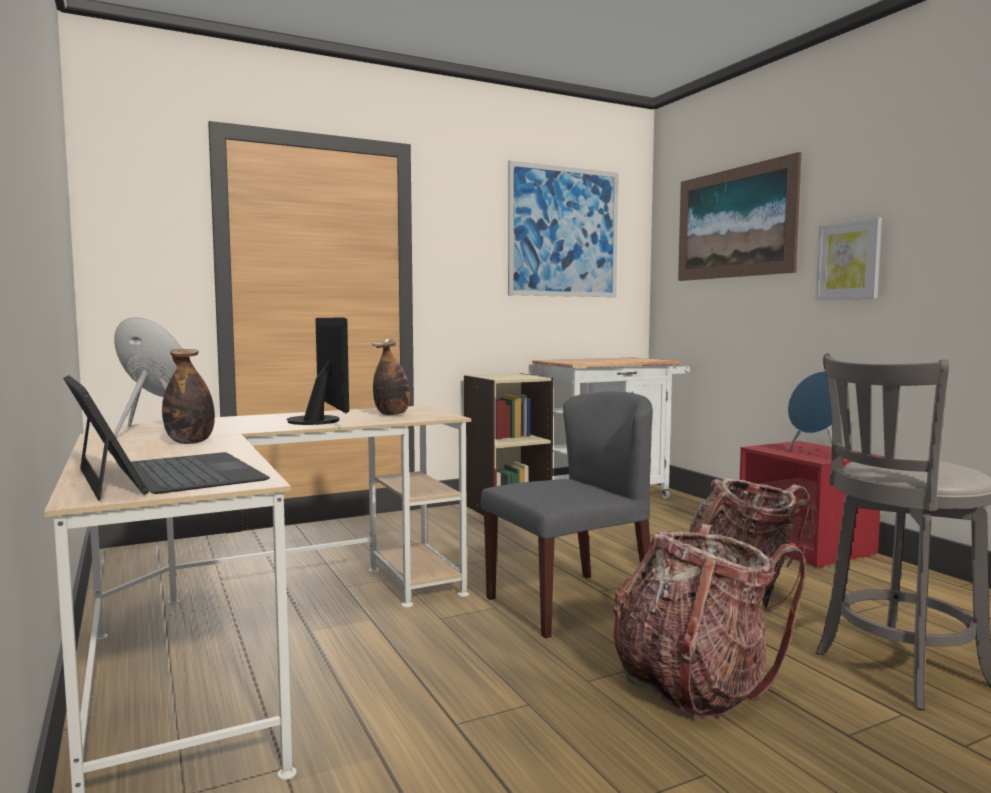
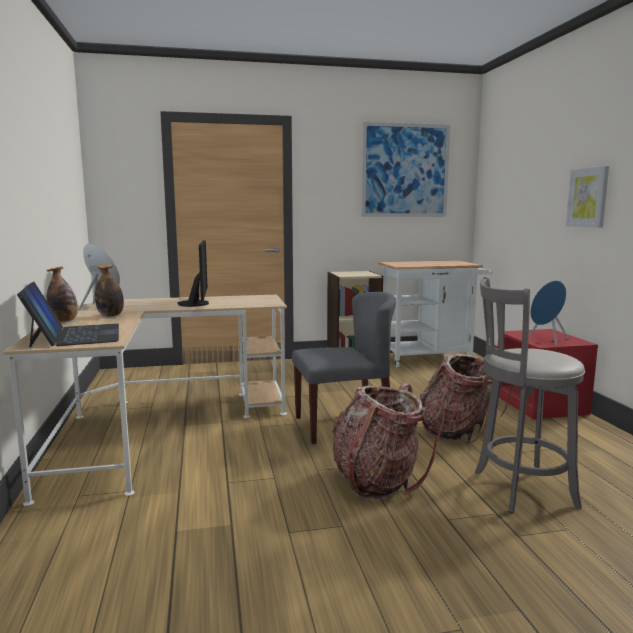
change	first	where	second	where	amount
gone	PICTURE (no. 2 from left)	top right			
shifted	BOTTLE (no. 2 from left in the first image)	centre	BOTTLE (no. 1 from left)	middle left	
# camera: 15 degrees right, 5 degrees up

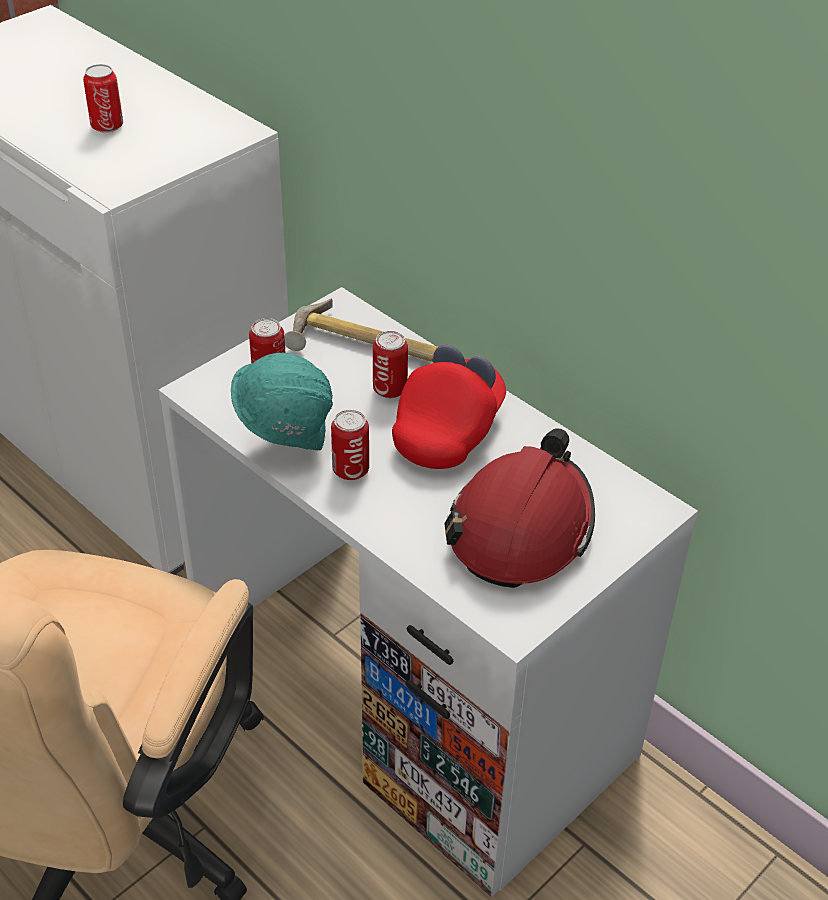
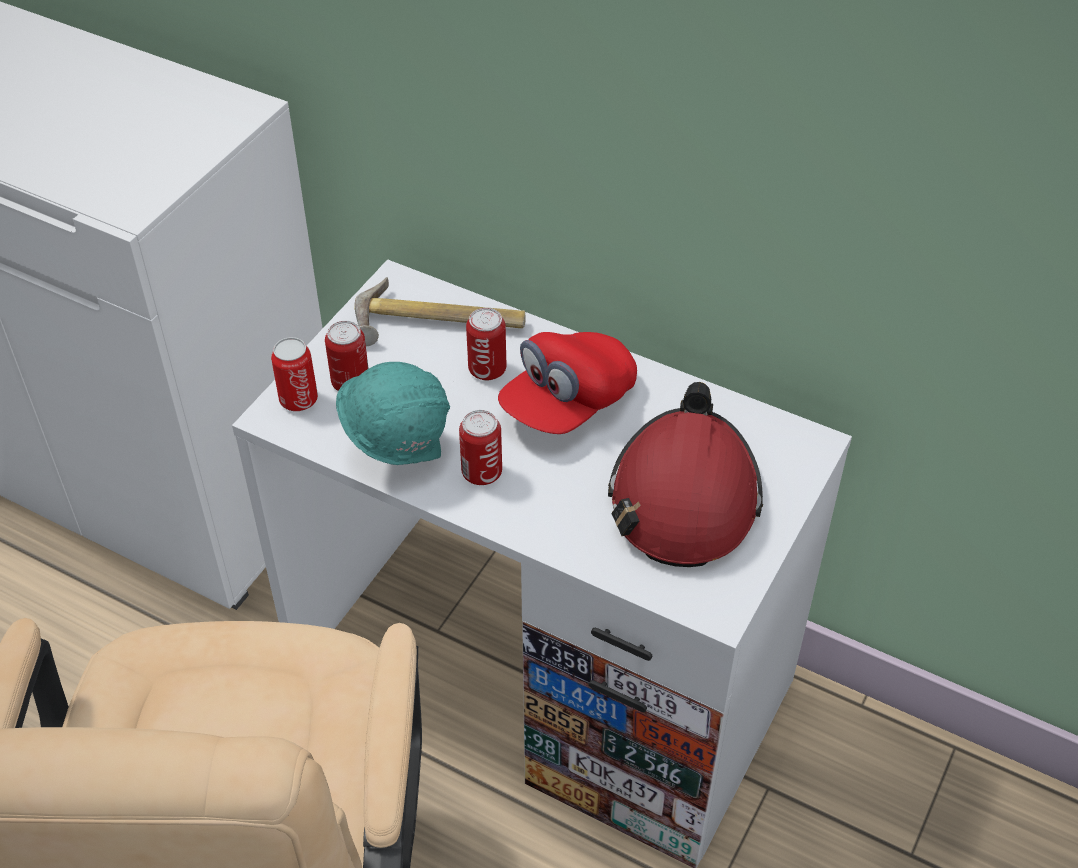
change	first	where	second	where	amount
shifted	CAN (no. 1 from left)	top left		middle left	
rotated	RED CAP	centre		centre	150 degrees counterclockwise
# camera: 15 degrees left, 5 degrees up

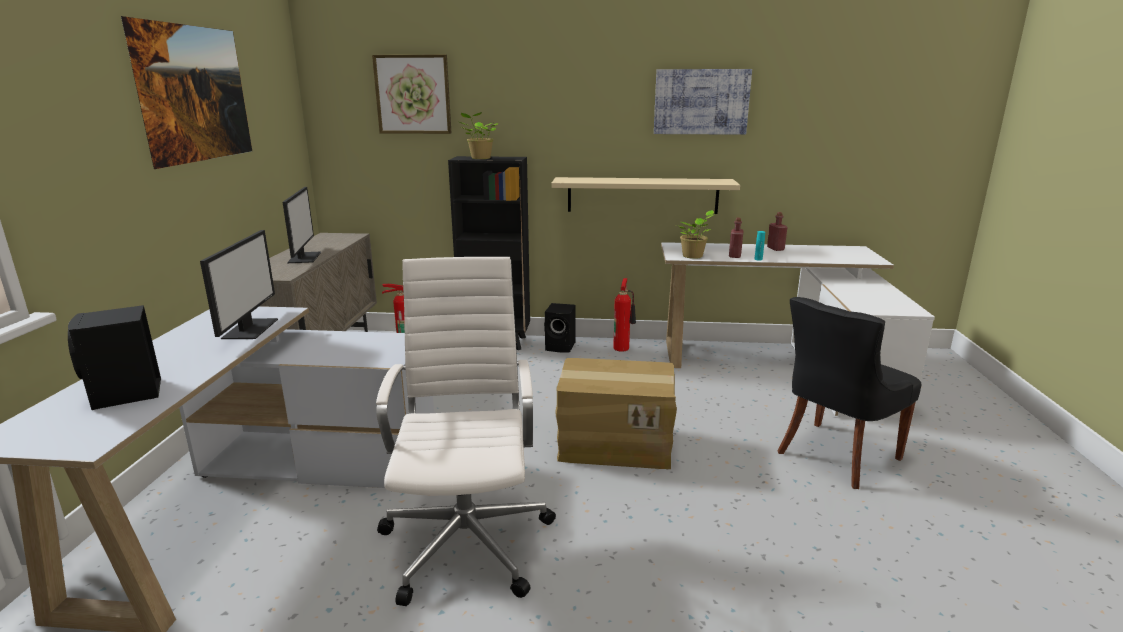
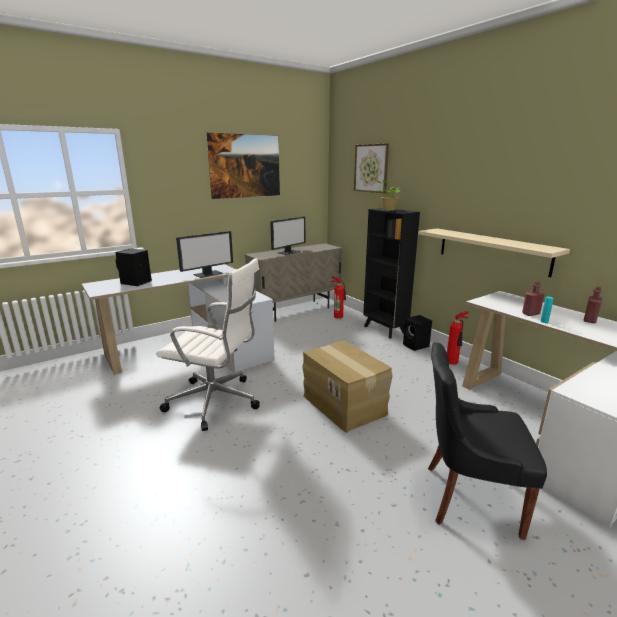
change	first	where	second	where	amount
gone	PICTURE (no. 3 from left)	top centre			
gone	POTTED PLANT (no. 2 from left)	centre			
rotated	WHITE OFFICE CHAIR	bottom centre		centre	60 degrees clockwise
# camera: 50 degrees right, 0 degrees up

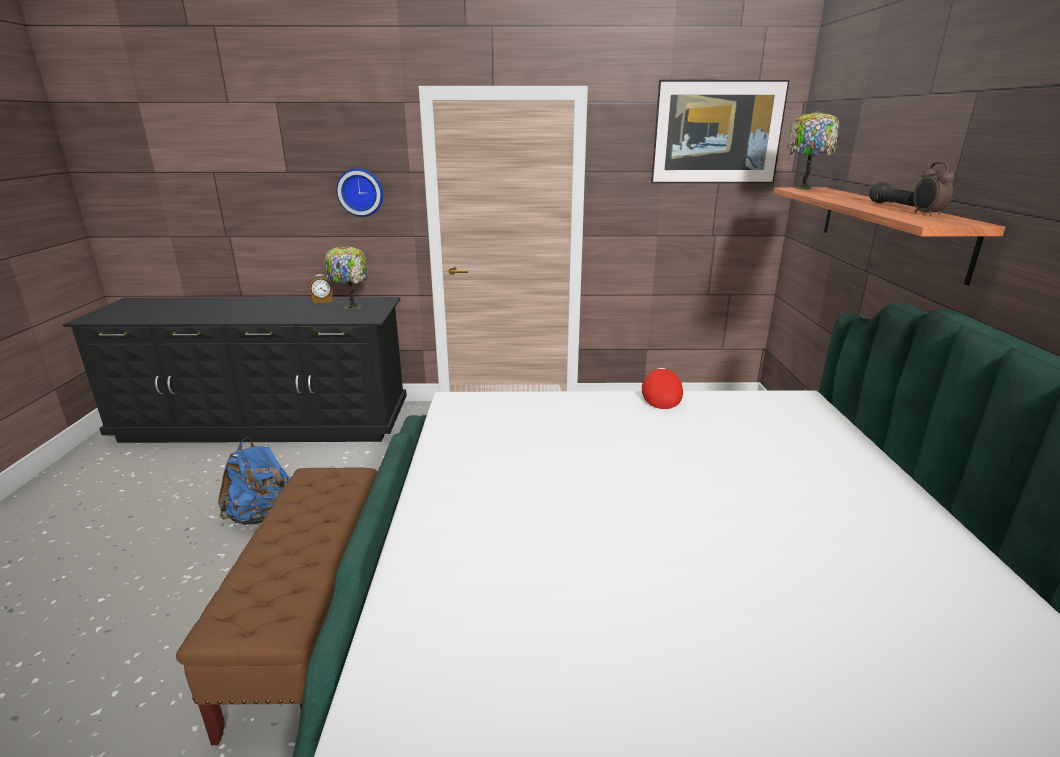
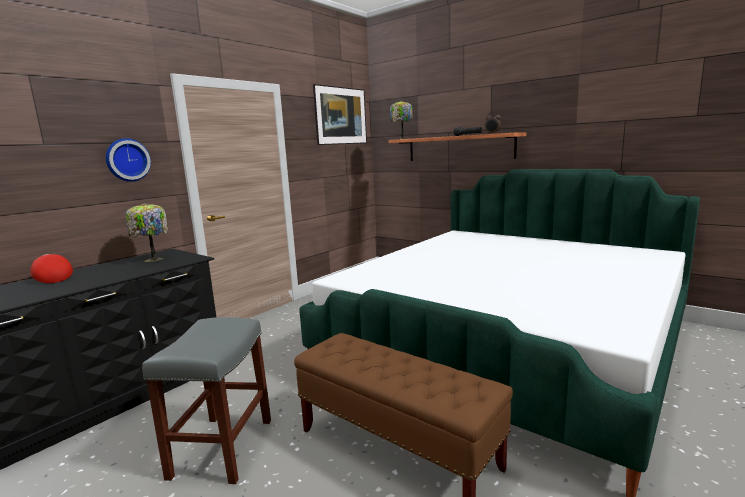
change	first	where	second	where	amount
gone	ALARM CLOCK (no. 1 from left)	middle left			
shifted	RED CAP	centre		middle left	
swapped	BLUE BACKPACK	middle left	GREY STOOL	bottom left	
# camera: 50 degrees left, 10 degrees down

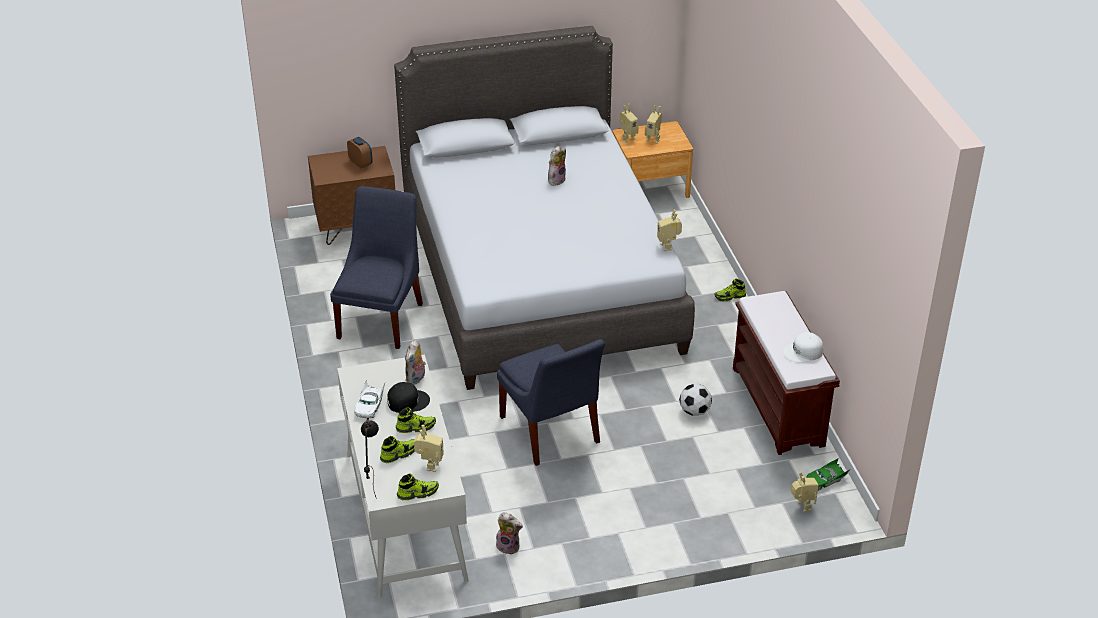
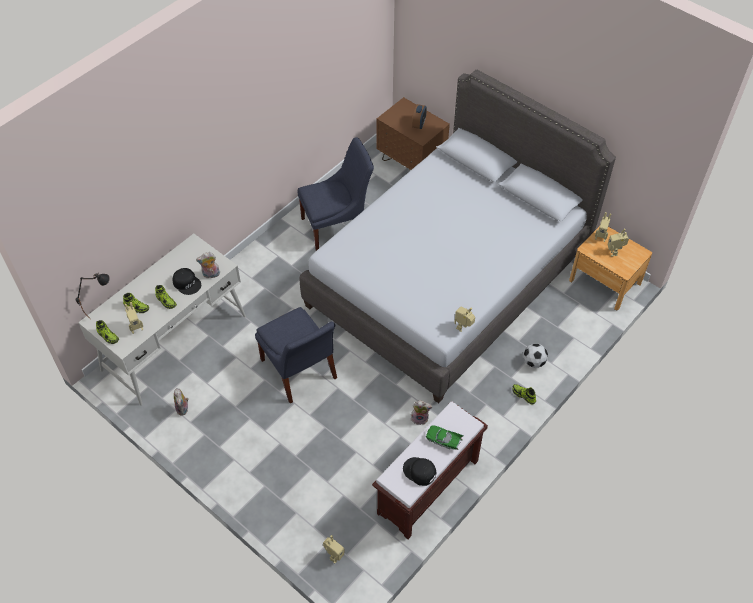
change	first	where	second	where	amount
shifted	PLUSH TOY (no. 3 from left)	top centre		bottom centre	
repainted	WHITE CAP	middle right	BLACK CAP (no. 2 from left)	bottom centre	
rotated	BLUE CHAIR (no. 2 from left in the first image)	centre	BLUE CHAIR (no. 1 from left)	centre	60 degrees counterclockwise
gone	WHITE TOY CAR	centre			
shifted	FOOTBALL	centre		middle right	
shifted	GREEN TOY CAR	bottom right		bottom centre	
# camera: 55 degrees right, 15 degrees up

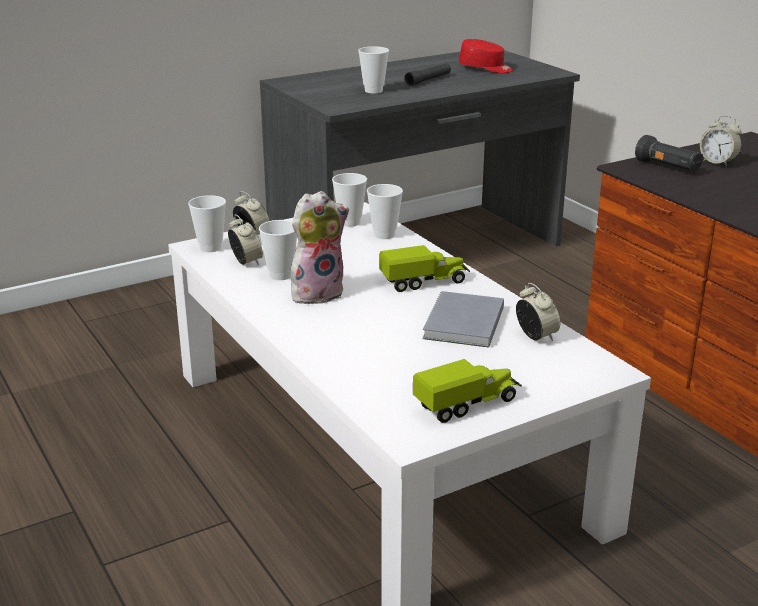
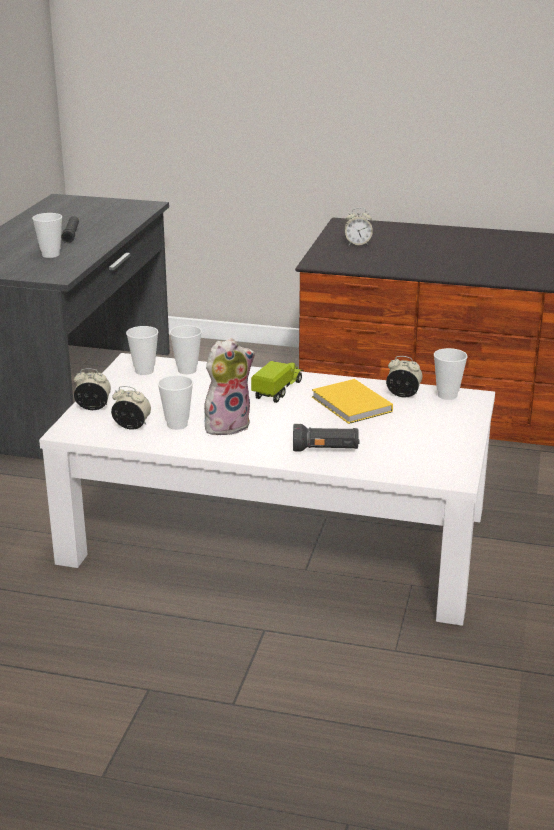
change	first	where	second	where	amount
gone	RED CAP	top centre			
shifted	BLACK FLASHLIGHT (no. 2 from left)	top right		centre	
rotated	PLUSH TOY	centre		centre	45 degrees clockwise
shifted	CUP (no. 1 from left in the first image)	middle left	CUP (no. 5 from left)	middle right	
repainted	GREY BOOK	centre	YELLOW BOOK	centre	
gone	TOY TRUCK (no. 2 from left)	centre			
# camera: 45 degrees left, 0 degrees up

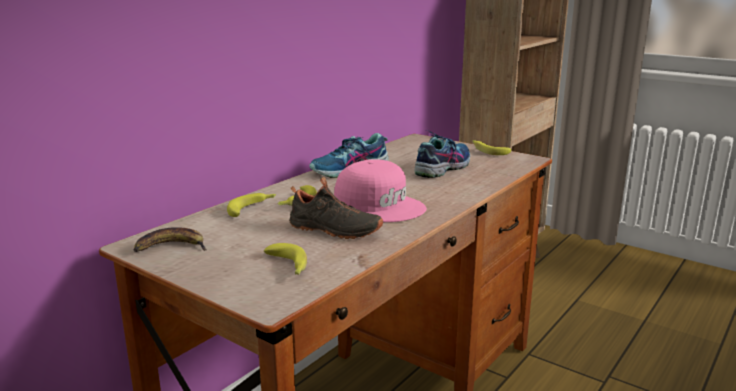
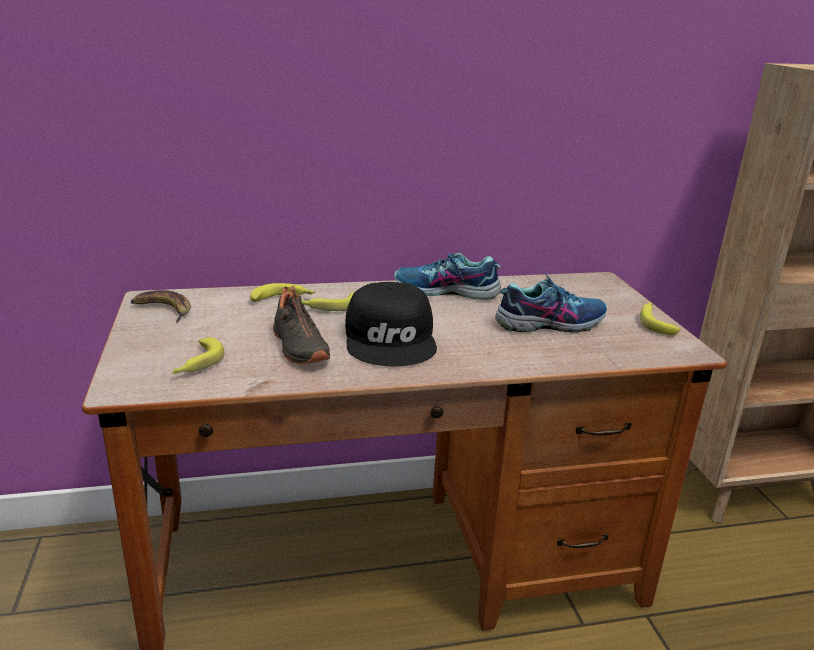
change	first	where	second	where	amount
repainted	PINK CAP	centre	BLACK CAP	centre	
# camera: 40 degrees right, 5 degrees up

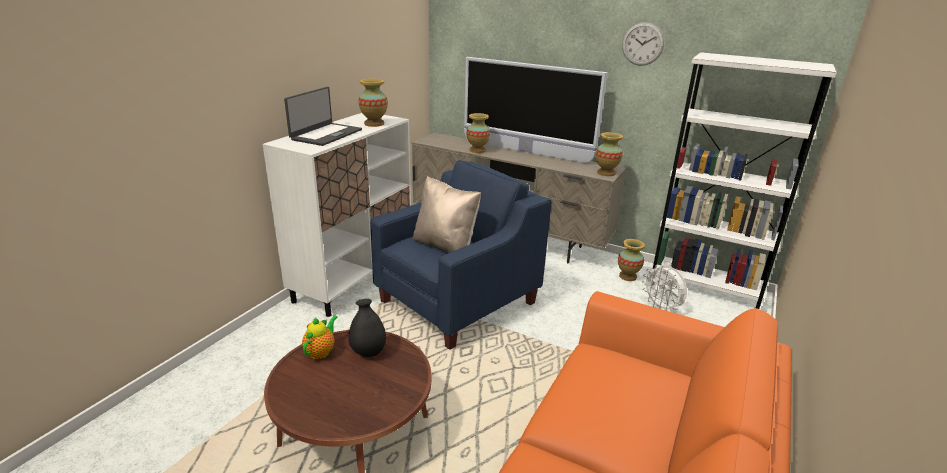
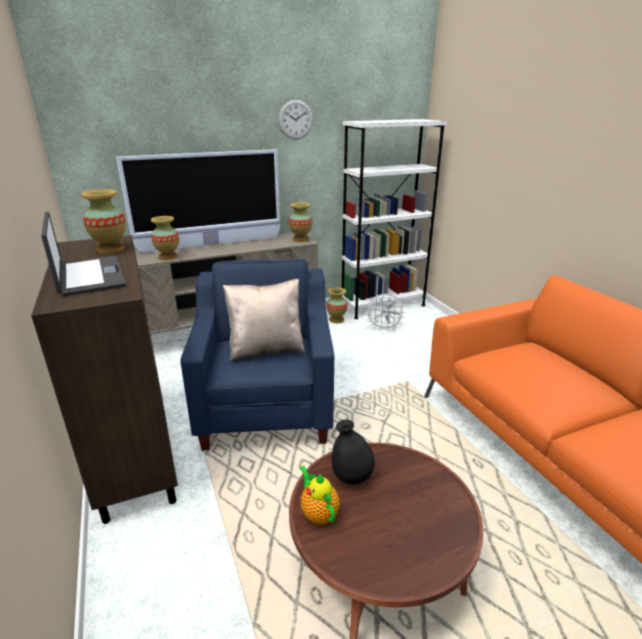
change	first	where	second	where	amount
repainted	WHITE CABINET	centre	BROWN CABINET	middle left	
# camera: 50 degrees left, 0 degrees up

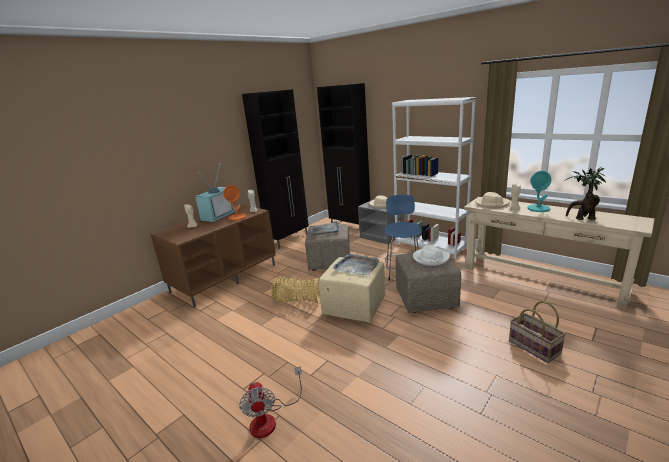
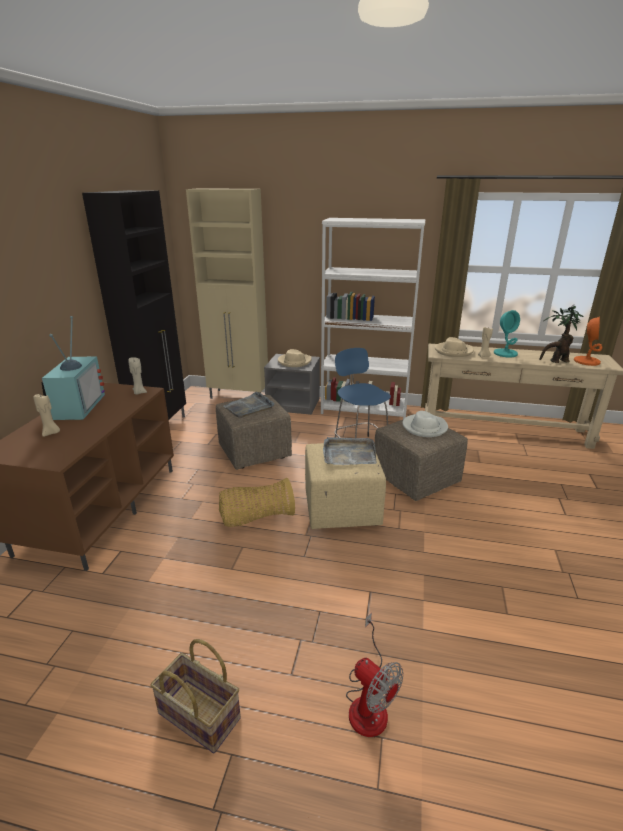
change	first	where	second	where	amount
repainted	BLACK CABINET (no. 2 from left)	centre	BEIGE CABINET	centre	
shifted	ORANGE TABLE LAMP	centre		middle right	
shifted	BASKET (no. 2 from left in the first image)	bottom right	BASKET (no. 1 from left)	bottom left	
# camera: 30 degrees left, 5 degrees up

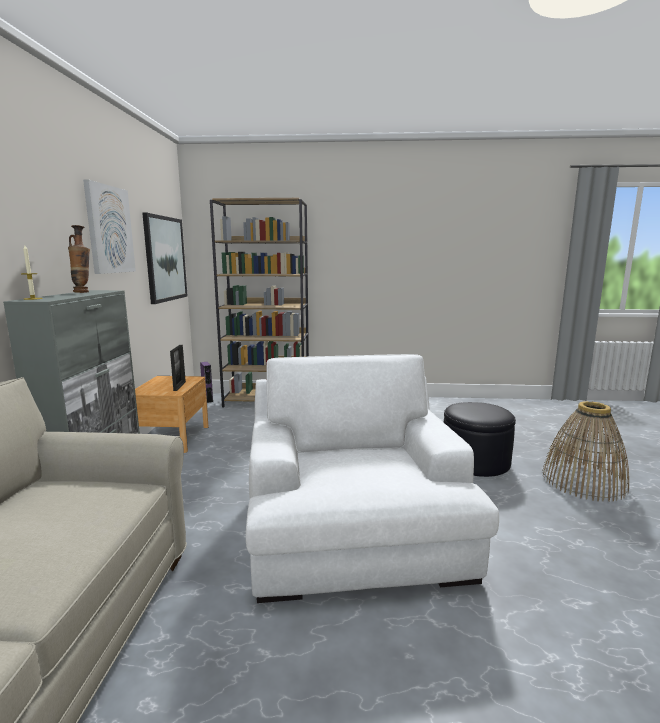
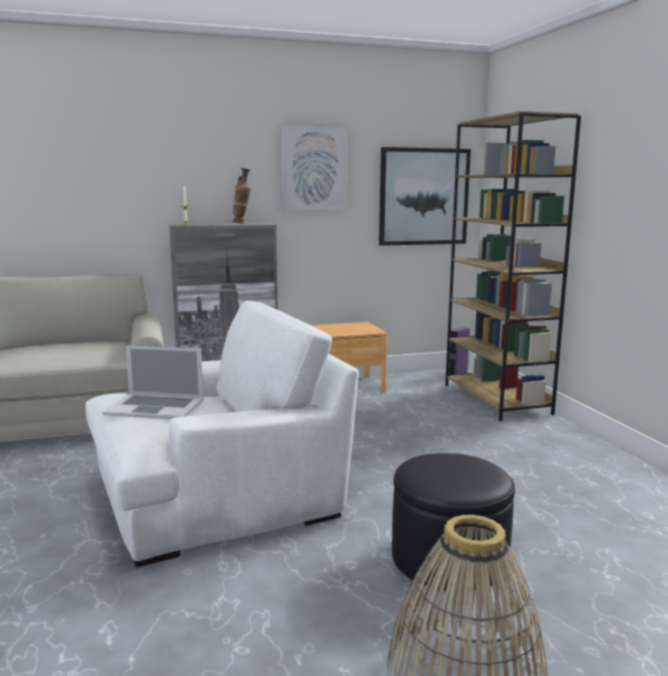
change	first	where	second	where	amount
gone	PICTURE FRAME	middle left			
new			LAPTOP	middle left	
# camera: 70 degrees right, 0 degrees up

